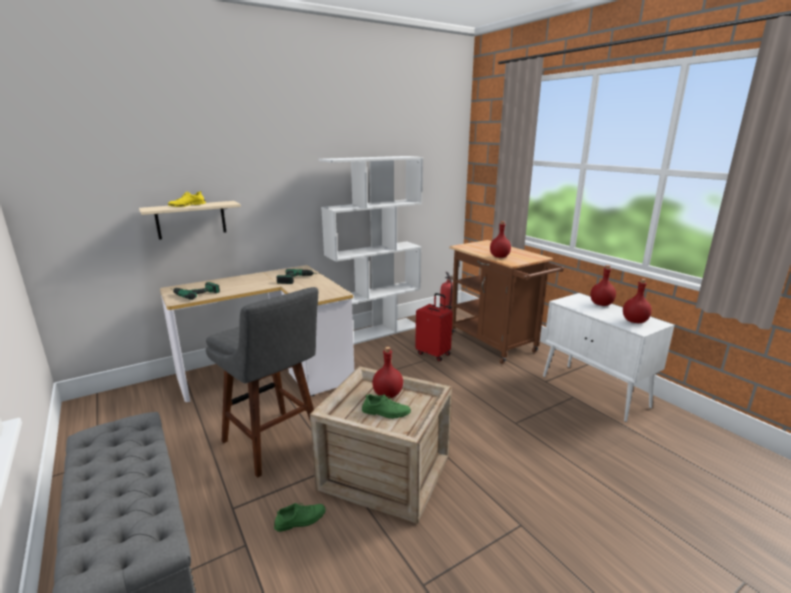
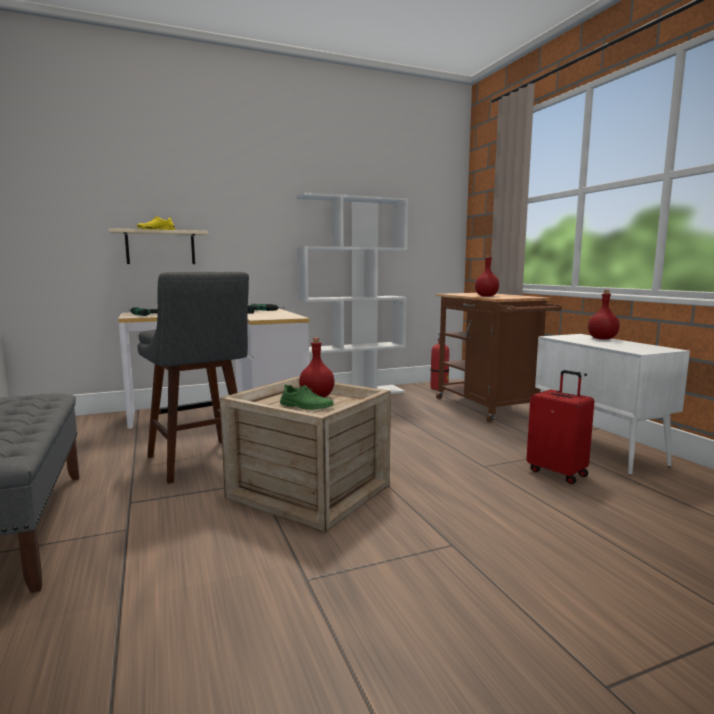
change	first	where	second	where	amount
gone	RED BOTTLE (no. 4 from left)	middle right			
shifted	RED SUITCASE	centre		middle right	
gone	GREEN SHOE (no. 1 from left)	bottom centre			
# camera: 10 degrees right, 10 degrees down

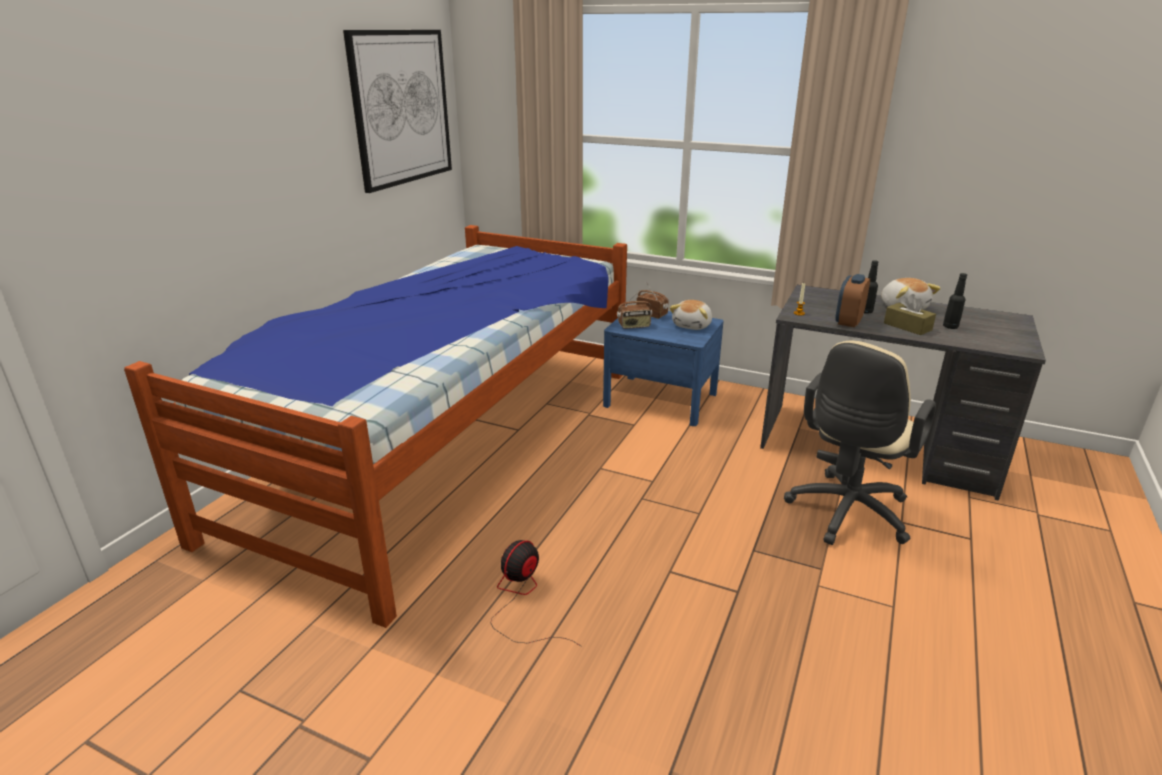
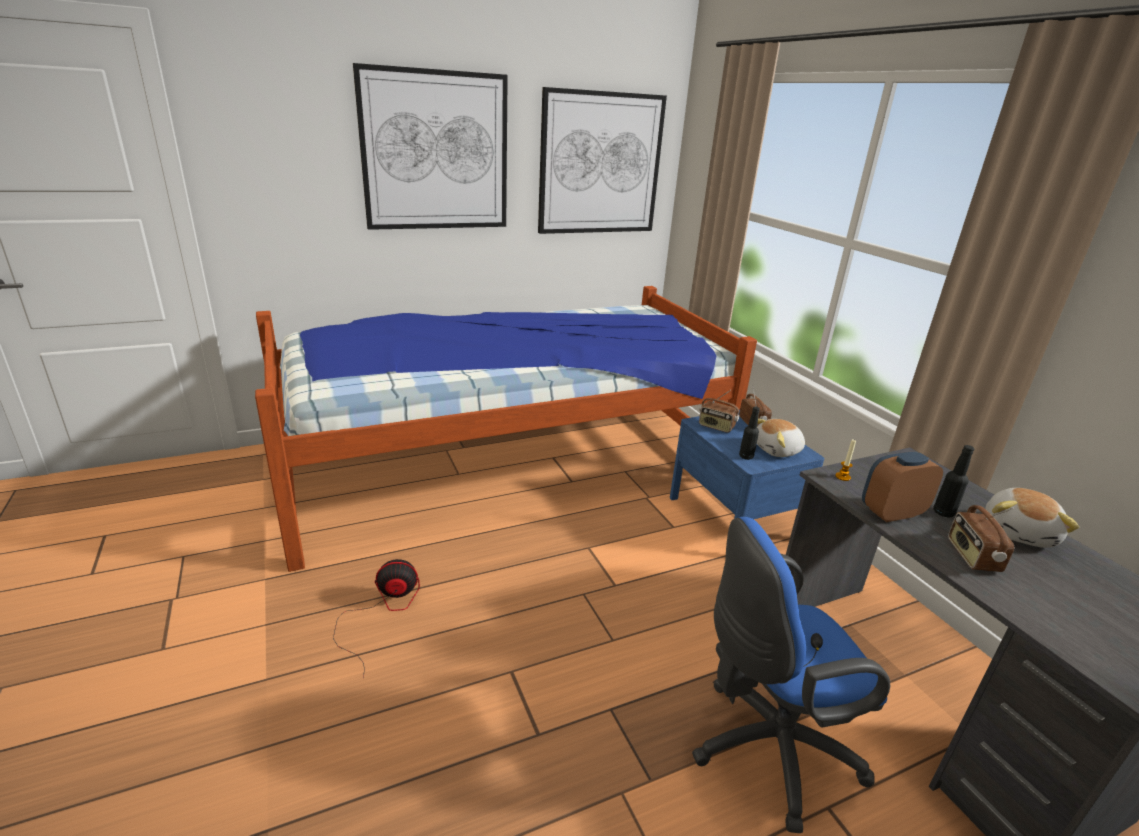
change	first	where	second	where	amount
shifted	BLACK BOTTLE (no. 2 from left in the first image)	middle right	BLACK BOTTLE (no. 1 from left)	centre	
swapped	BROWN TISSUE BOX	middle right	RADIO (no. 3 from left)	middle right	
repainted	BEIGE OFFICE CHAIR	middle right	BLUE OFFICE CHAIR	bottom right	
new			PICTURE (no. 1 from left)	top centre	
# camera: 40 degrees right, 0 degrees up

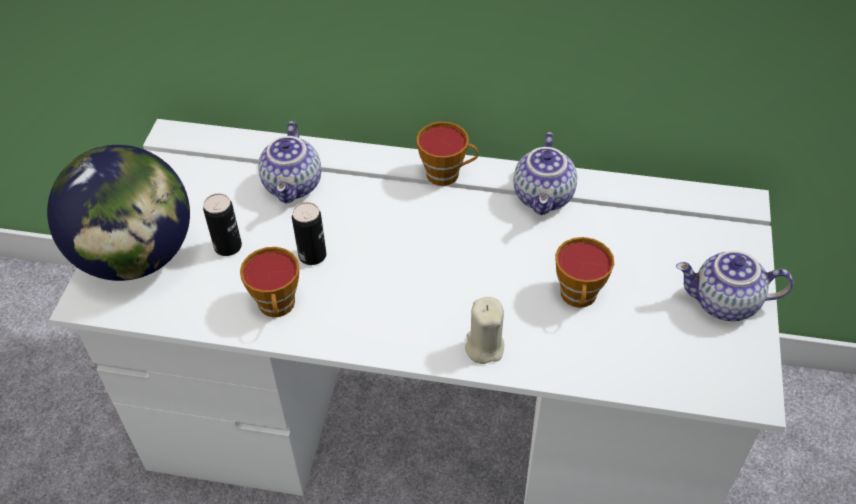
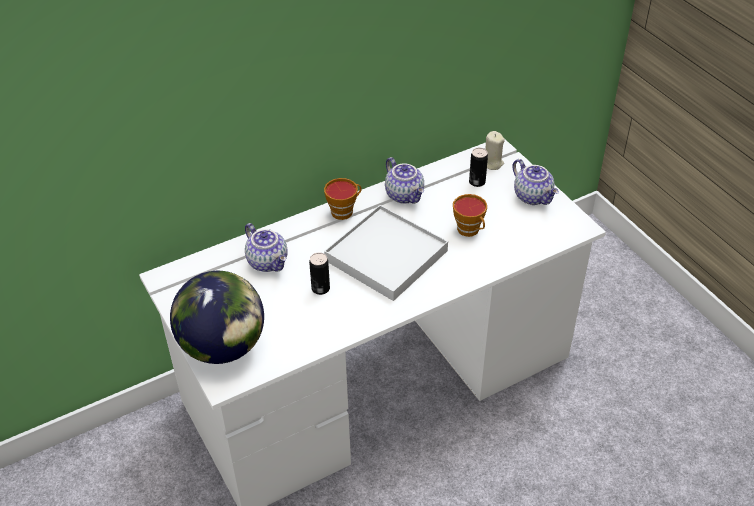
change	first	where	second	where	amount
shifted	CAN (no. 1 from left in the first image)	middle left	CAN (no. 2 from left)	top centre	
gone	CUP (no. 1 from left)	middle left			
rotated	TEAPOT (no. 3 from left)	middle right		middle right	90 degrees counterclockwise
shifted	BEIGE CANDLE	centre		top centre	
new			WHITE TRAY	centre	
# camera: 40 degrees left, 5 degrees down

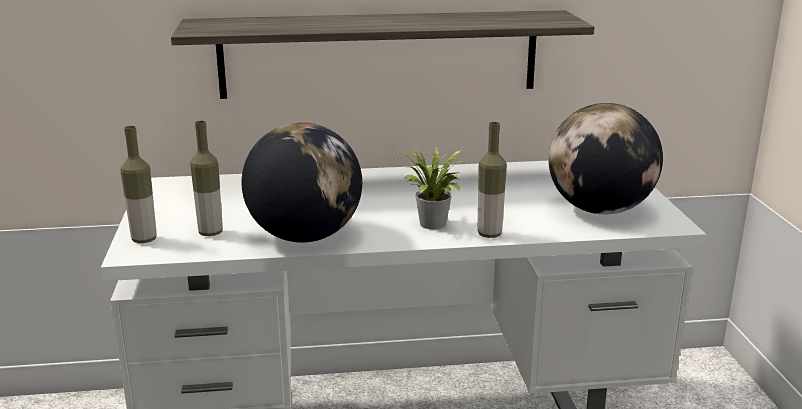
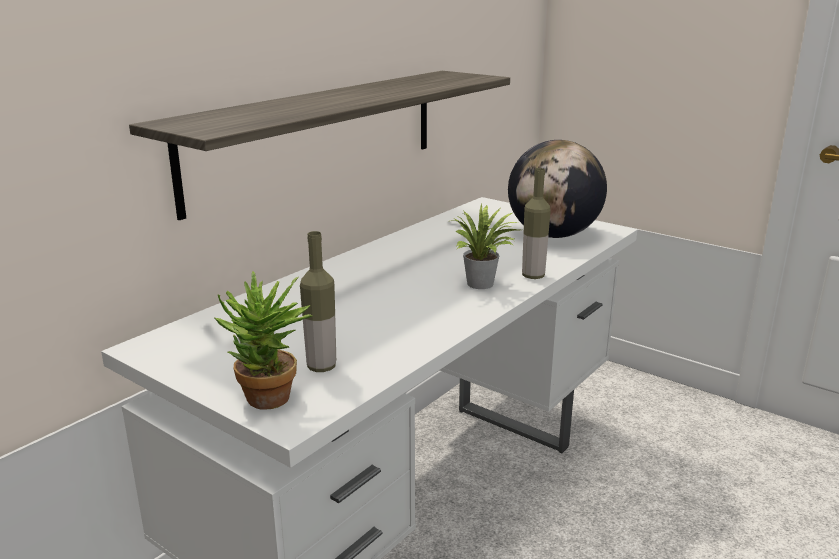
change	first	where	second	where	amount
gone	GLOBE (no. 1 from left)	centre			
swapped	BOTTLE (no. 1 from left)	middle left	POTTED PLANT (no. 1 from left)	middle left	
# camera: 45 degrees left, 0 degrees up

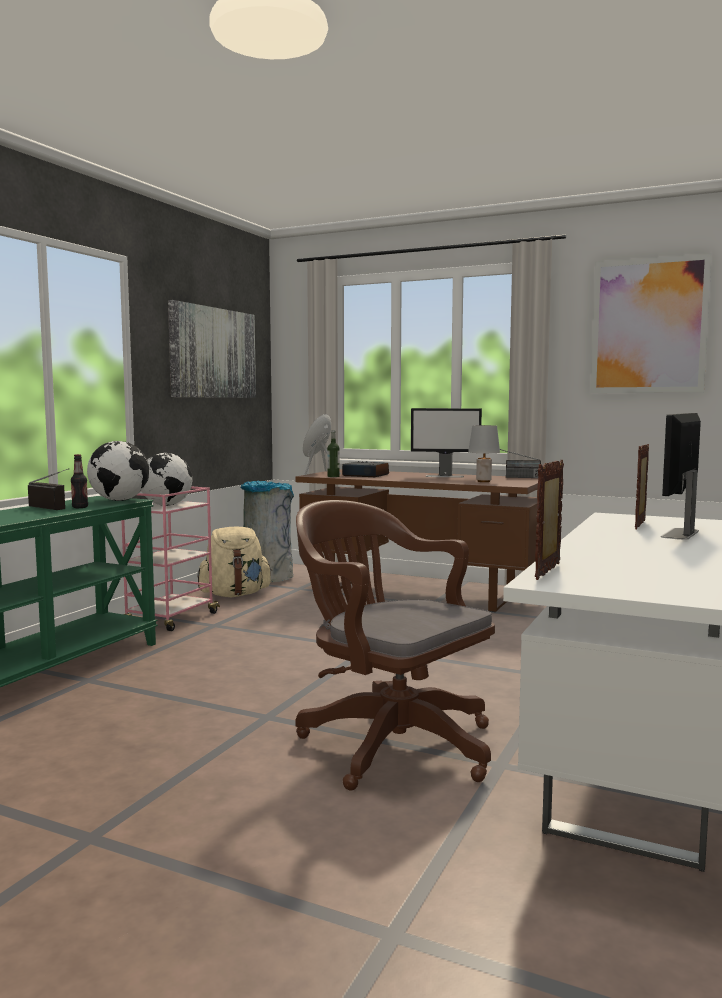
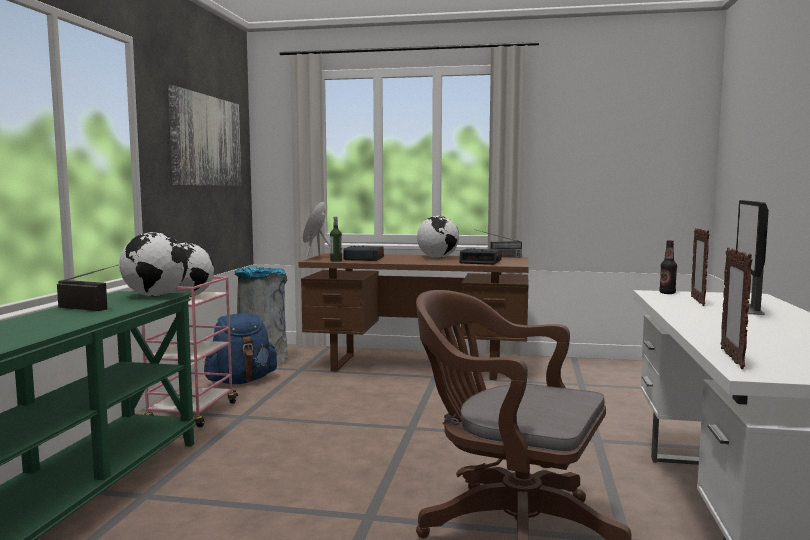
change	first	where	second	where	amount
gone	PICTURE (no. 2 from left)	top right			
swapped	MONITOR (no. 1 from left)	centre	GLOBE (no. 3 from left)	centre	
swapped	GREY TABLE LAMP	middle right	ALARM CLOCK (no. 2 from left)	centre	
shifted	BOTTLE (no. 1 from left in the first image)	middle left	BOTTLE (no. 2 from left)	middle right	
repainted	BEIGE BACKPACK	middle left	BLUE BACKPACK	middle left	
# camera: 15 degrees left, 0 degrees up

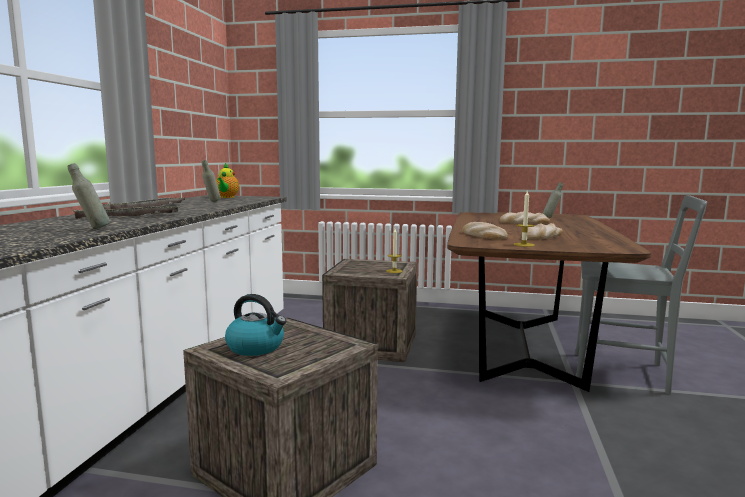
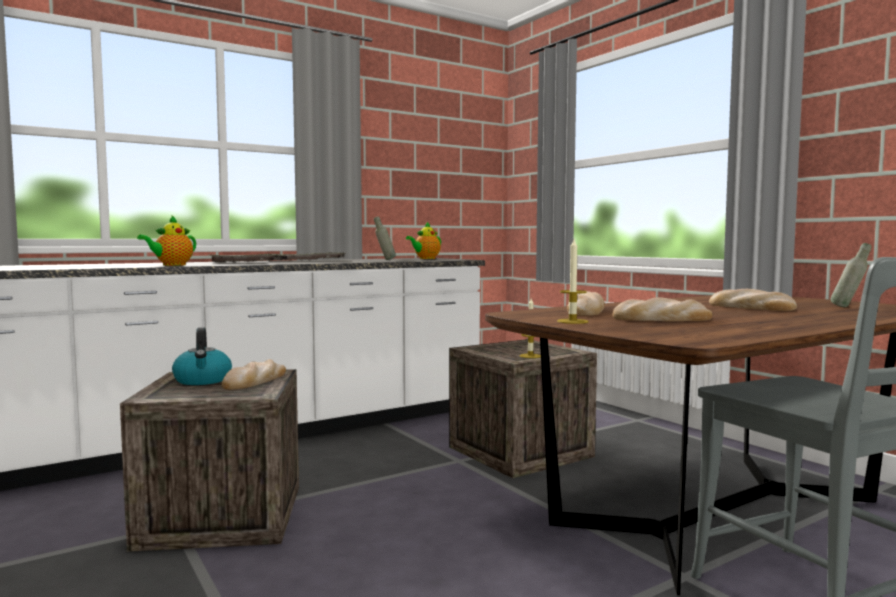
change	first	where	second	where	amount
swapped	GREY BOTTLE (no. 1 from left)	middle left	TEAPOT (no. 1 from left)	middle left	
new			BREAD (no. 1 from left)	middle left	
# camera: 45 degrees right, 5 degrees down

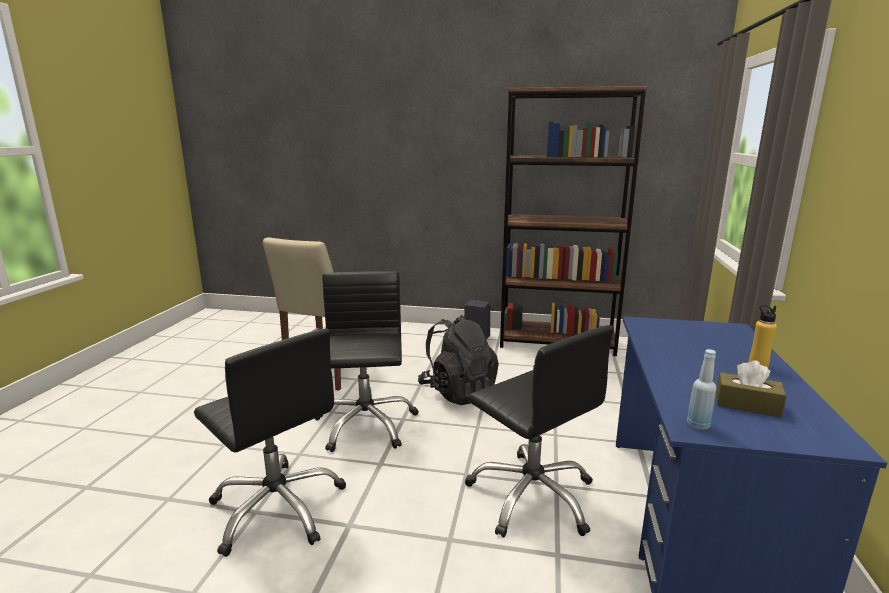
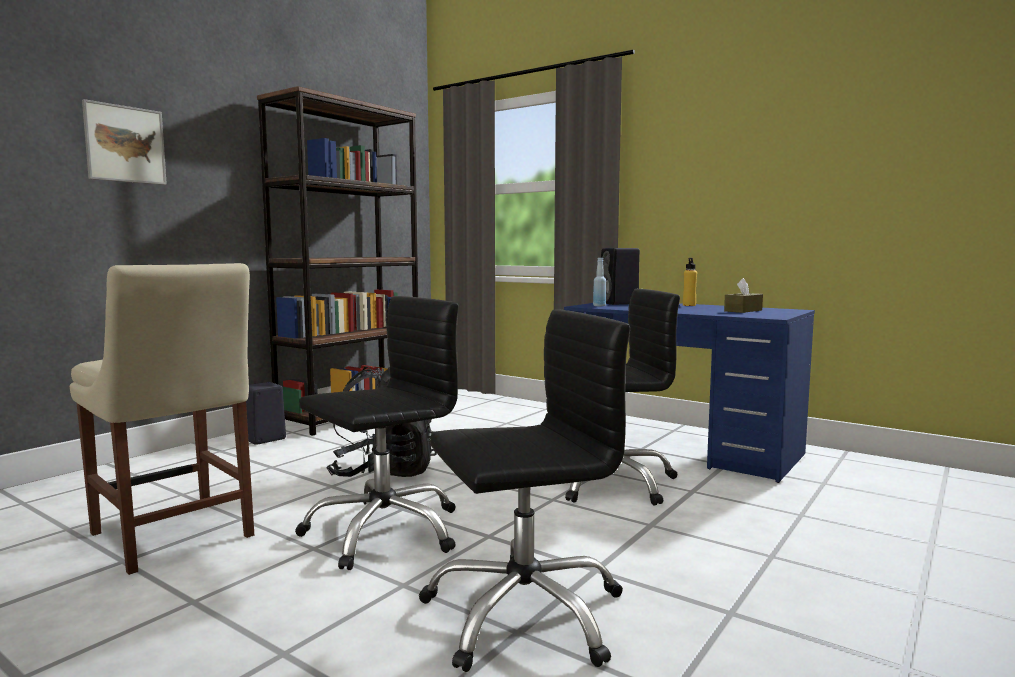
change	first	where	second	where	amount
rotated	BLACK OFFICE CHAIR (no. 2 from left in the first image)	centre	BLACK OFFICE CHAIR (no. 1 from left)	centre	120 degrees clockwise
shifted	BLUE BOTTLE	middle right		centre	
new			PICTURE	top left	
new			BLACK SPEAKER (no. 2 from left)	centre	
# camera: 65 degrees left, 10 degrees down

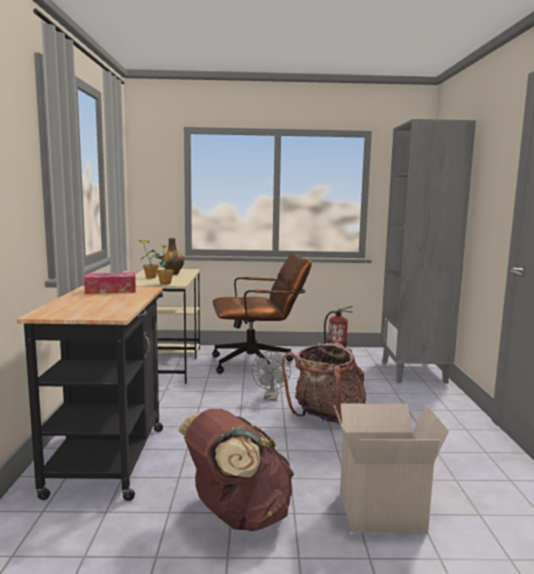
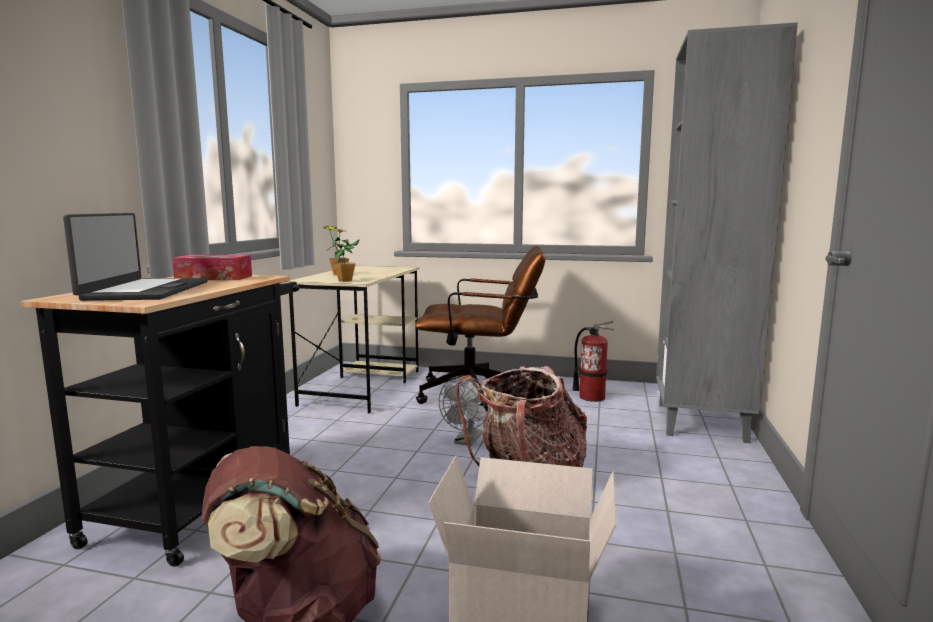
change	first	where	second	where	amount
gone	BOTTLE	middle left			
new			LAPTOP	middle left	
# camera: 15 degrees right, 0 degrees up

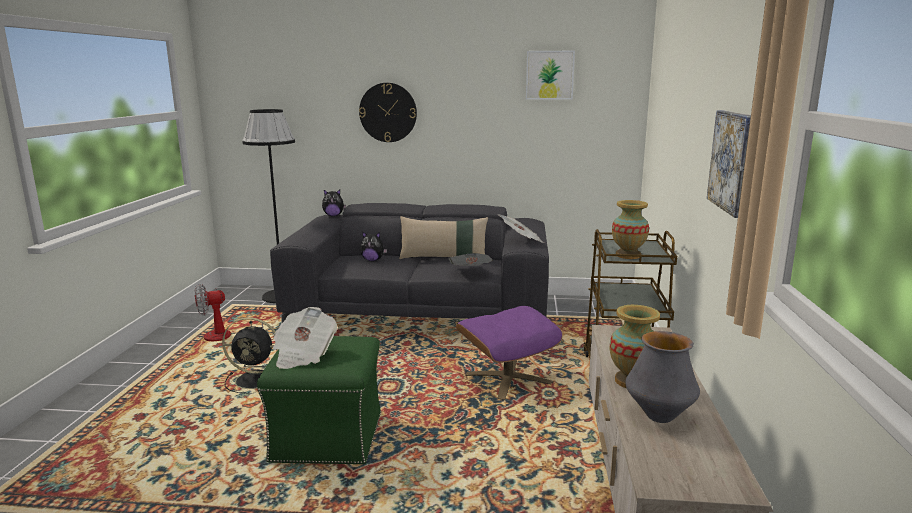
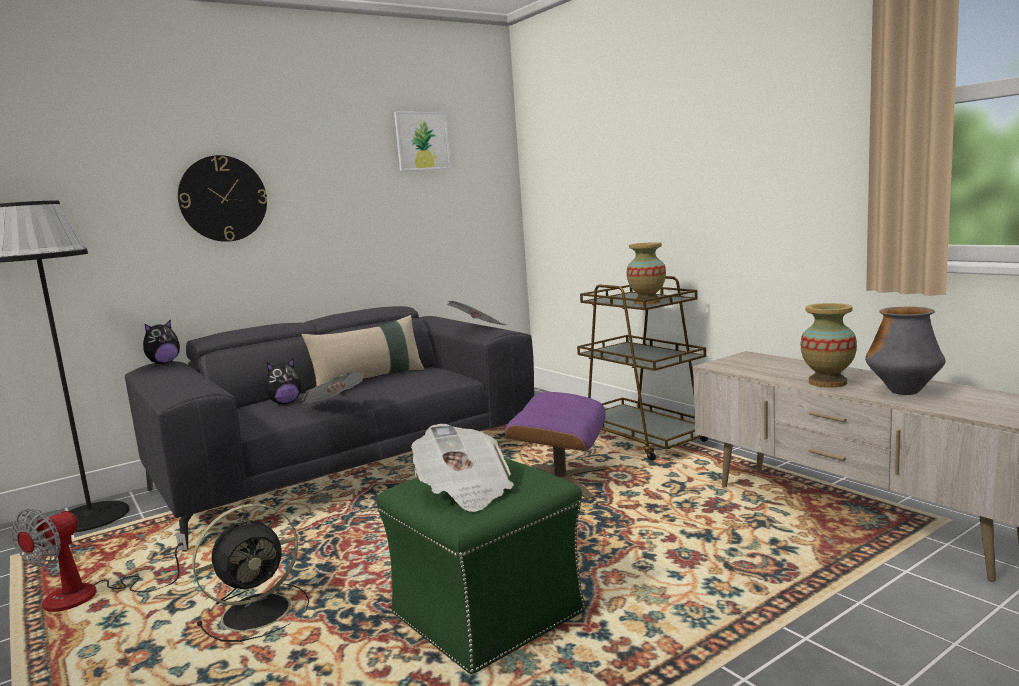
change	first	where	second	where	amount
gone	PICTURE (no. 2 from left)	top right			
shifted	NEWSPAPER (no. 2 from left in the first image)	centre	NEWSPAPER (no. 1 from left)	middle left	
# camera: 40 degrees left, 5 degrees down

